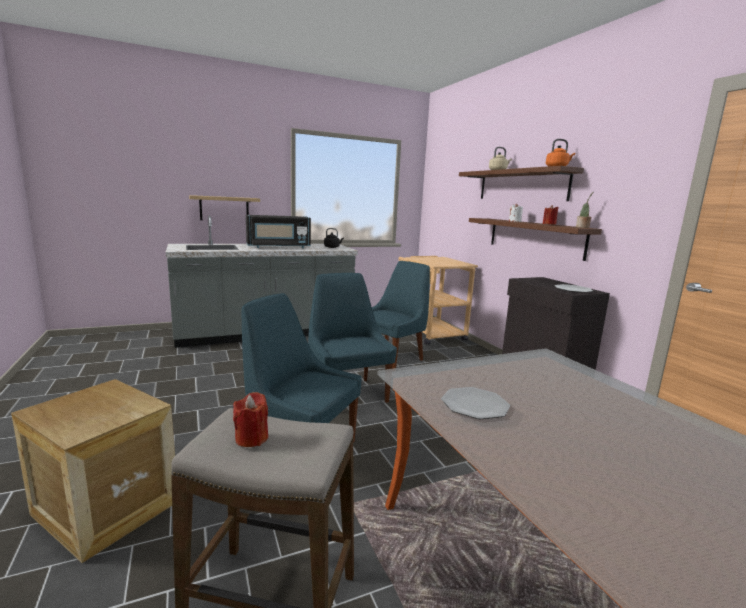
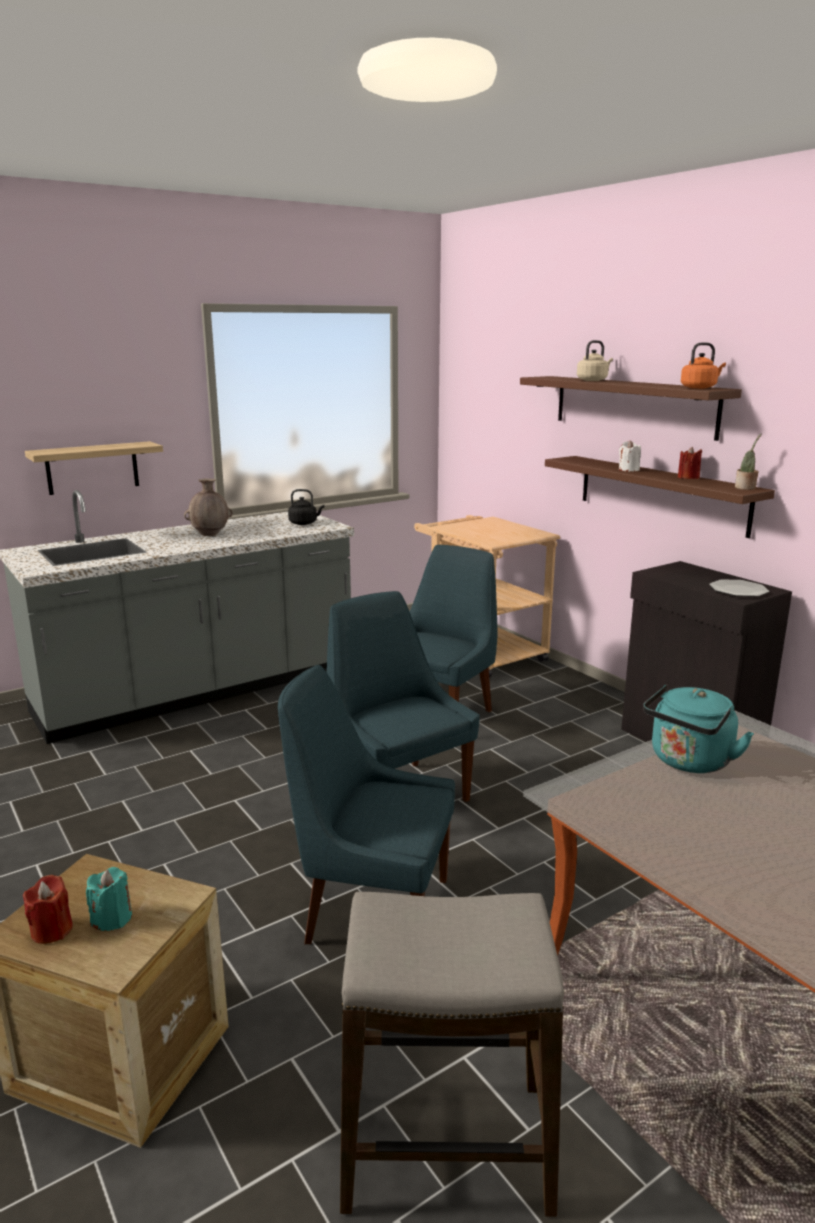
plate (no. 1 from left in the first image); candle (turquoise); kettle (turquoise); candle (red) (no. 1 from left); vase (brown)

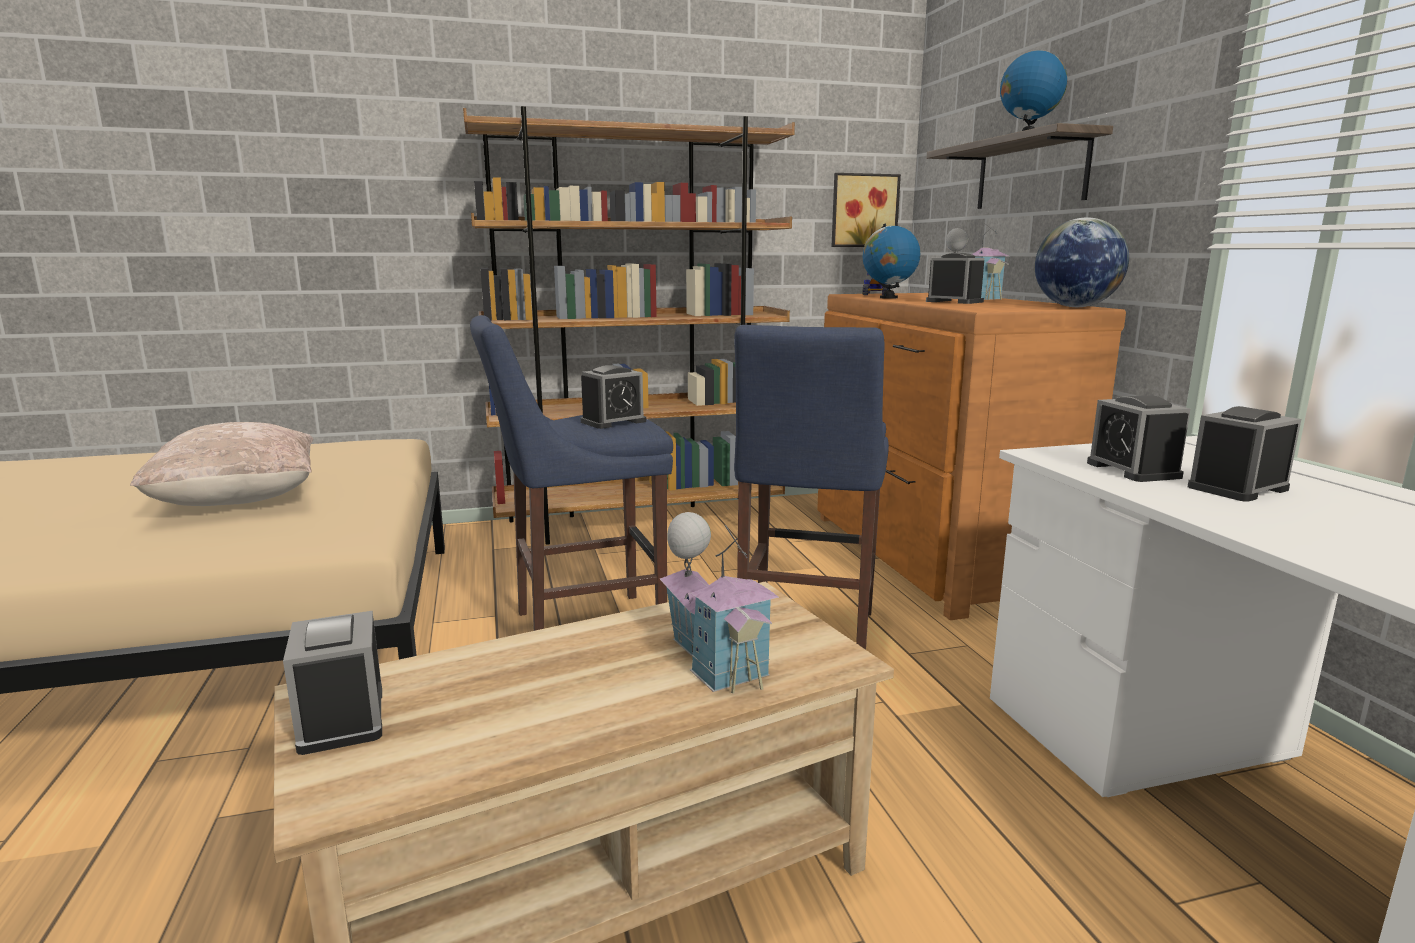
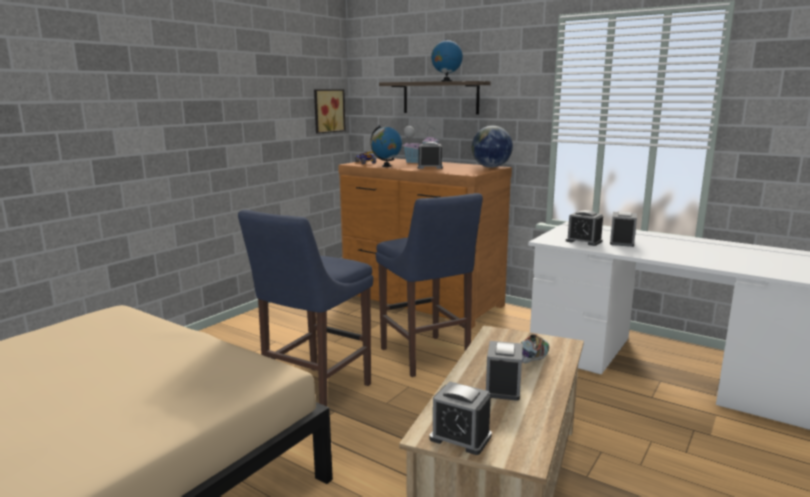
pillow (beige); bookcase (brown); alarm clock (no. 3 from left); shoe

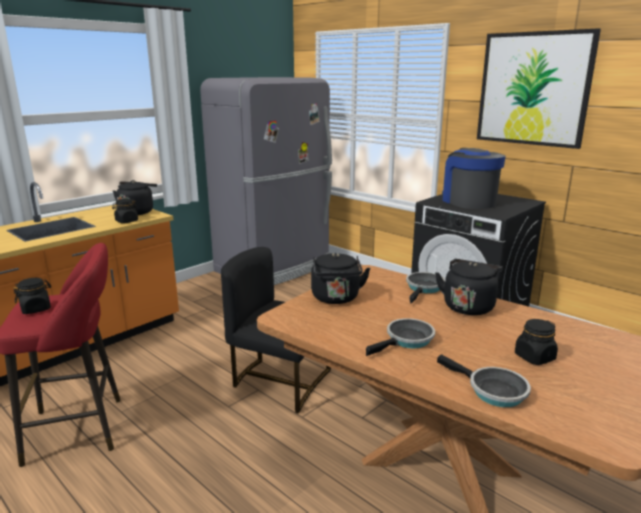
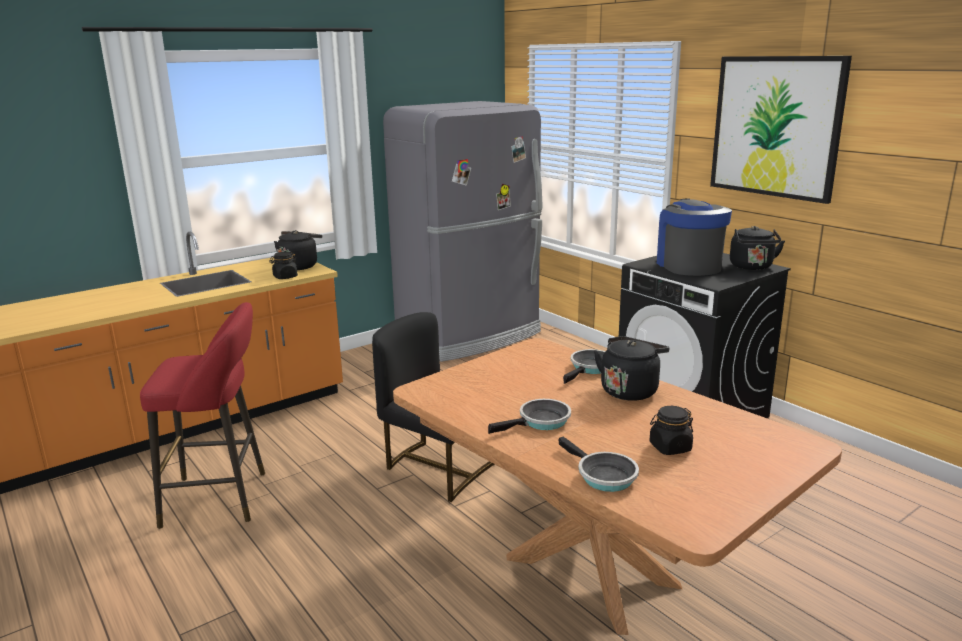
jar (black) (no. 1 from left in the first image); kettle (black) (no. 3 from left)

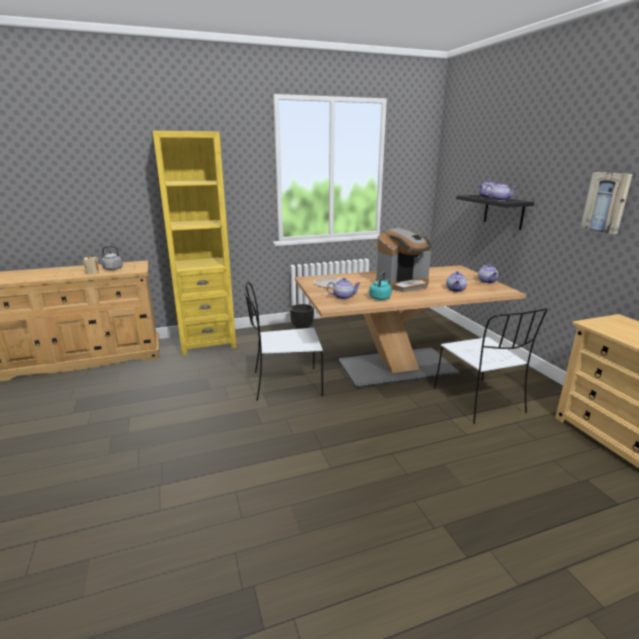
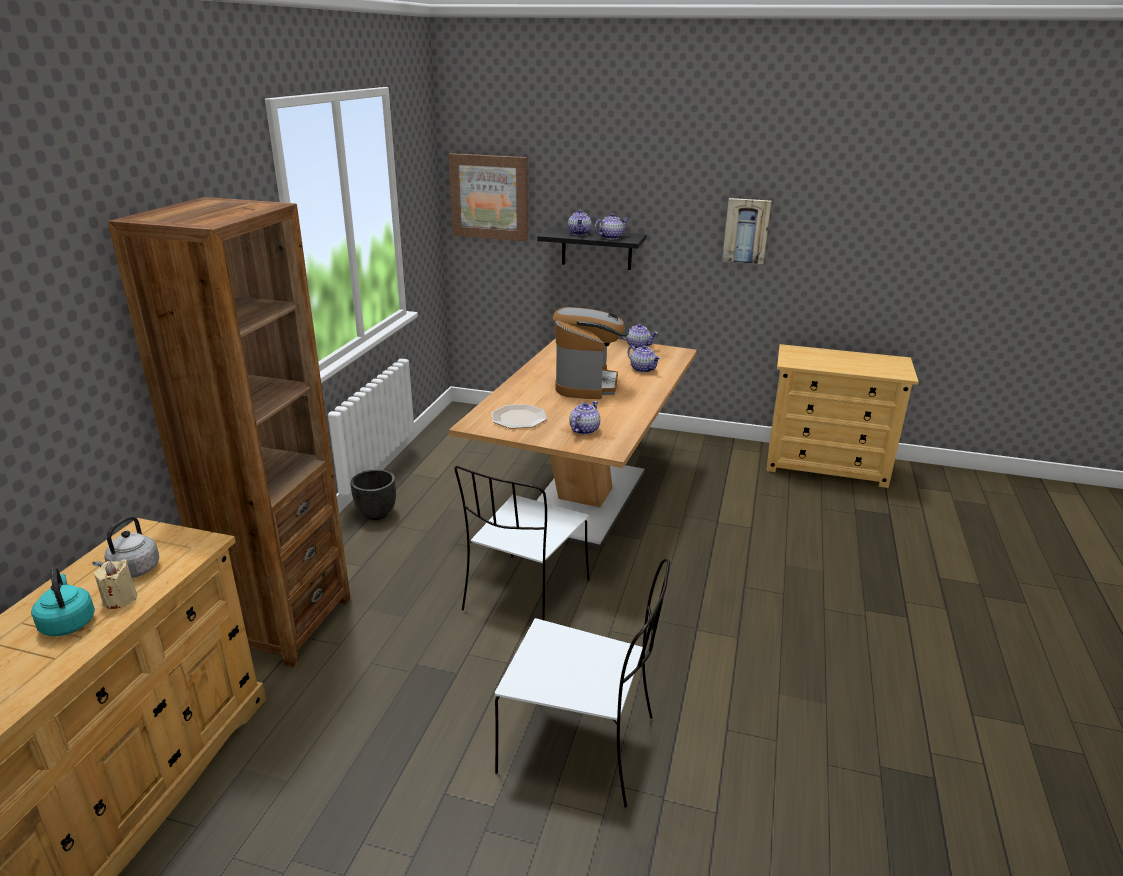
picture (no. 1 from left); kettle (turquoise); chair (white) (no. 2 from left); bookcase (brown)

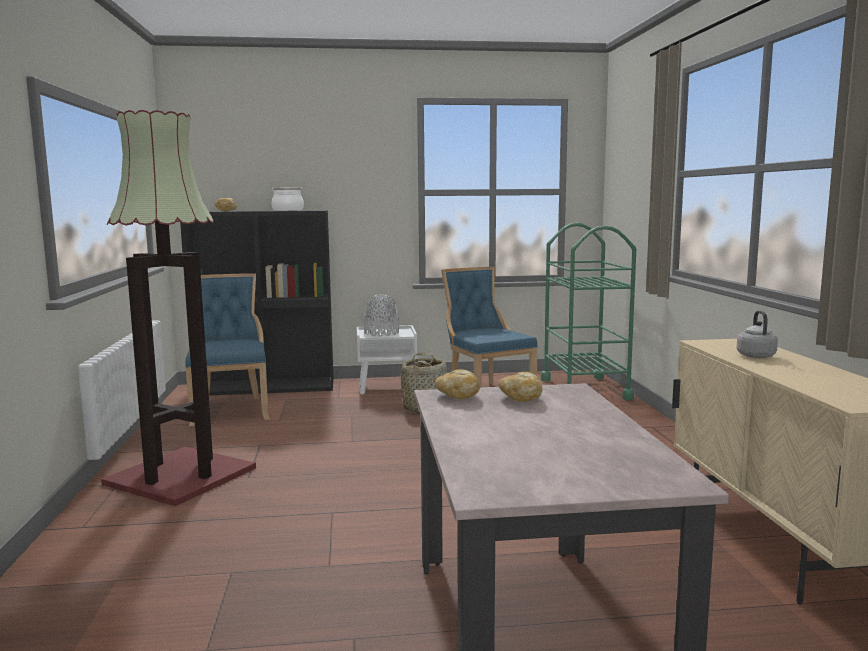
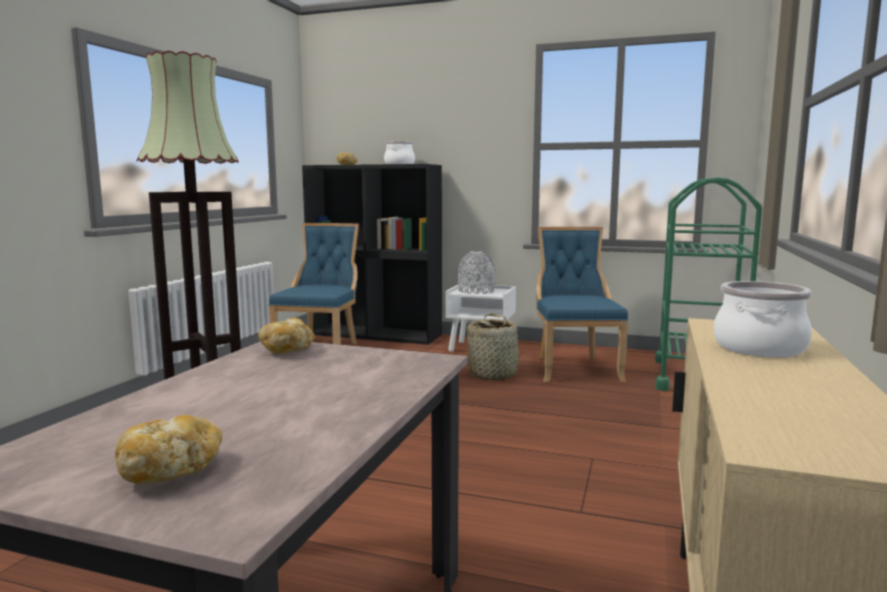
bread (no. 1 from left); cooking pot (no. 2 from left)

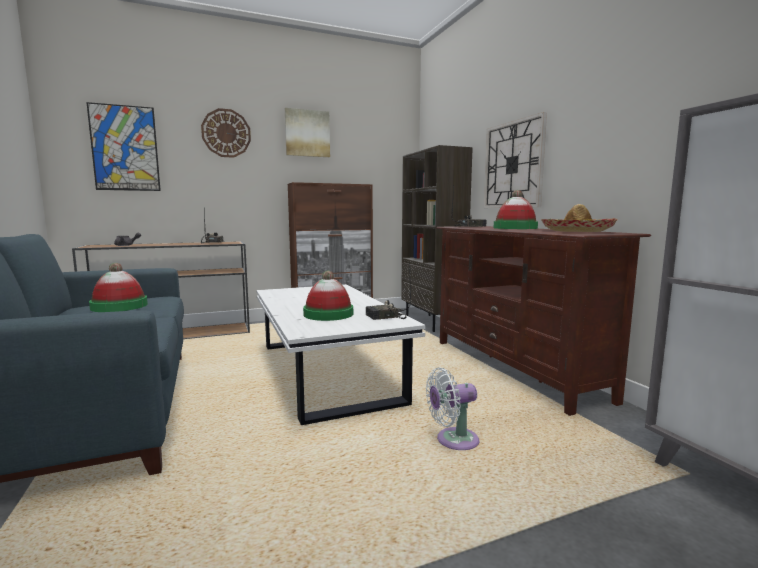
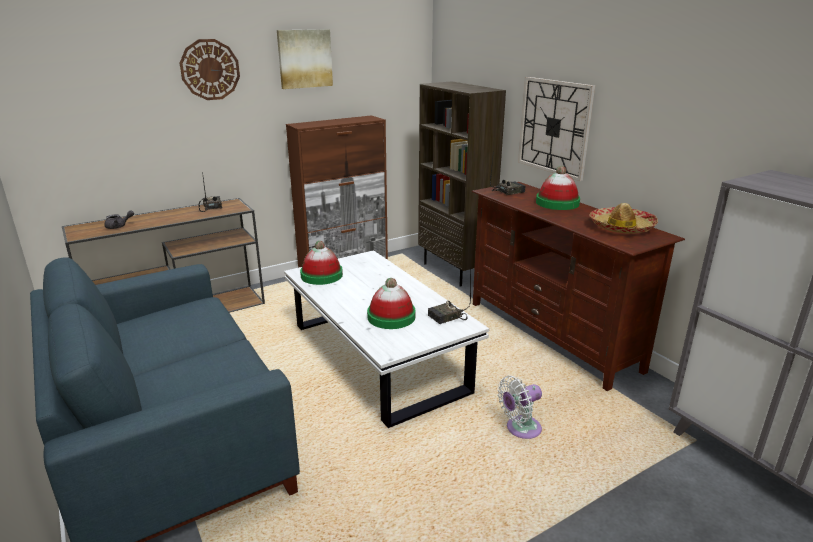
picture (no. 1 from left in the first image); hat (no. 1 from left)

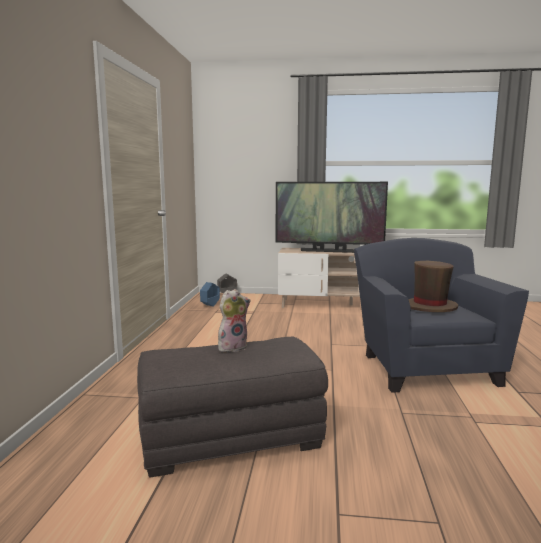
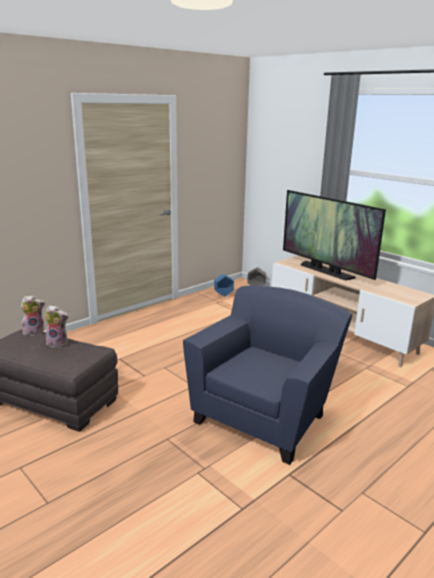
hat (brown); plush toy (no. 1 from left)

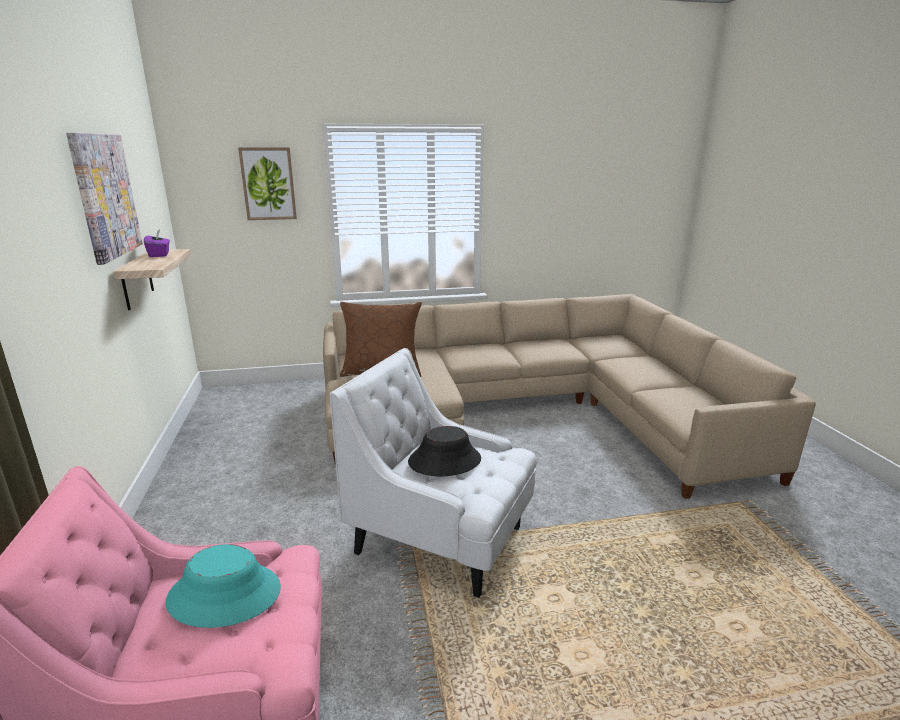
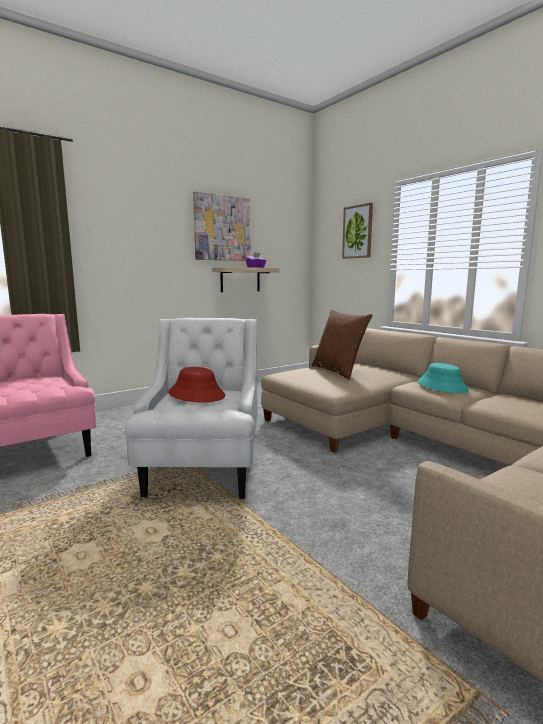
hat (turquoise); hat (red)

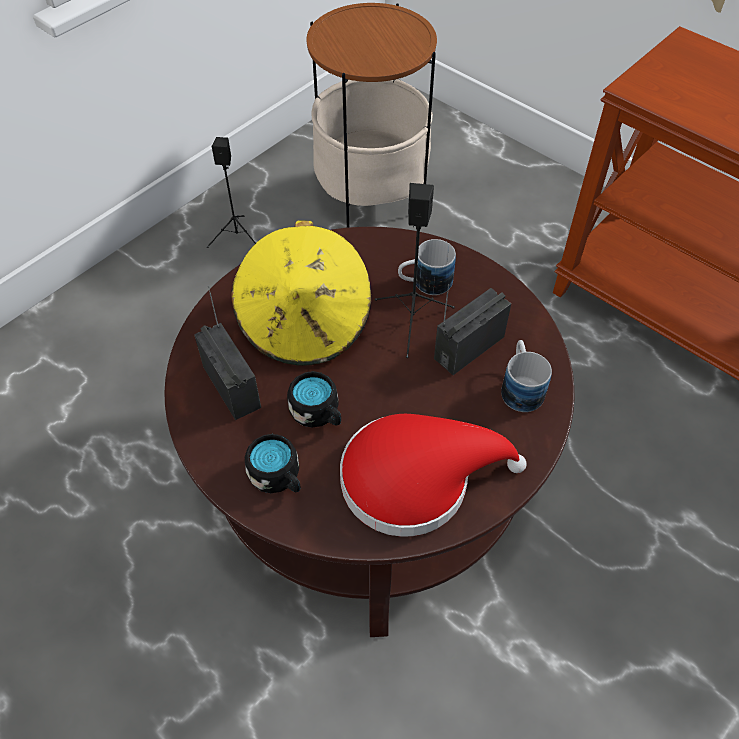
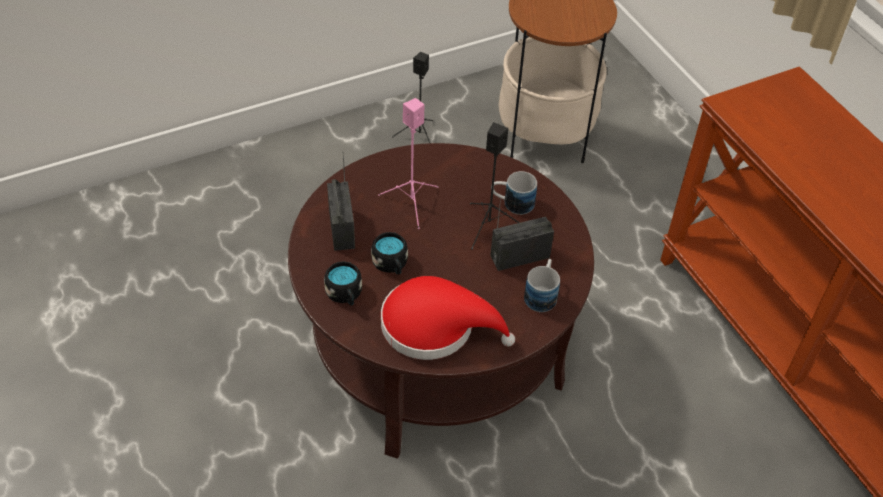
speaker (pink)

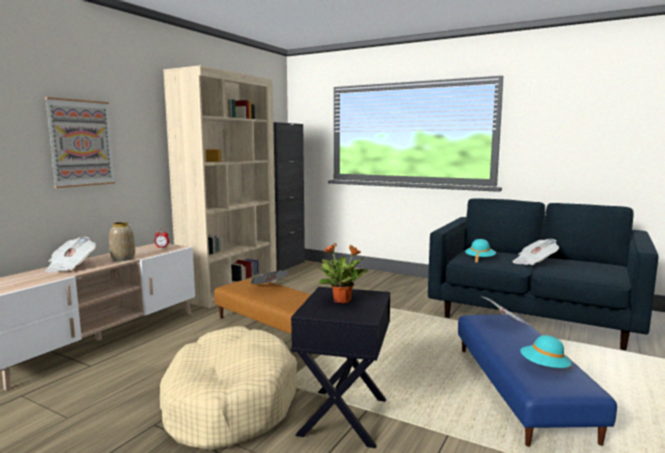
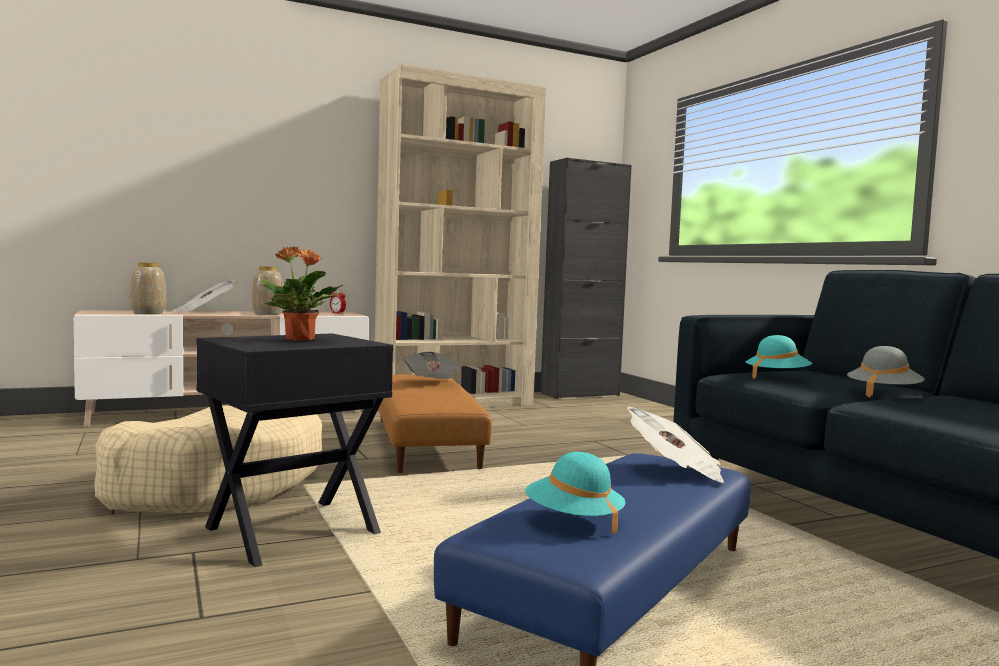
picture; vase (no. 1 from left); hat (grey)

